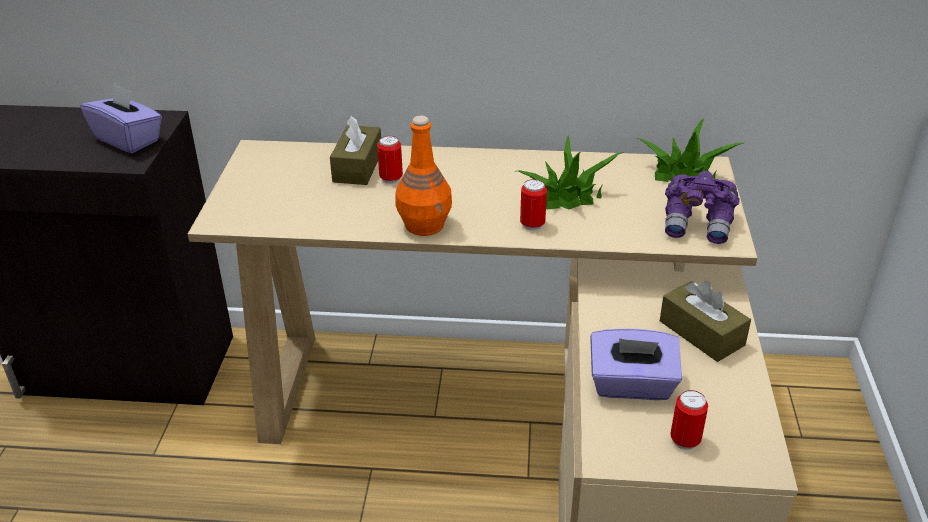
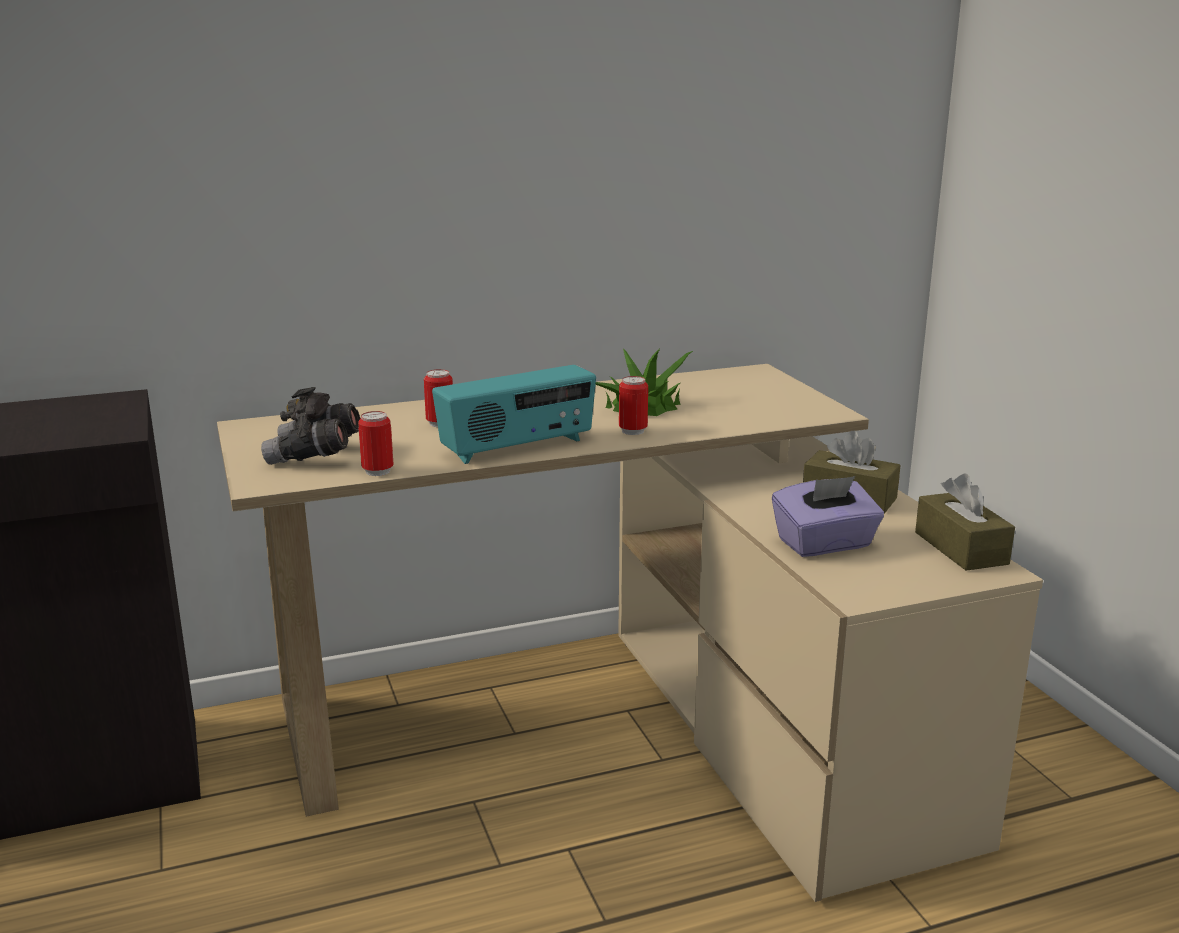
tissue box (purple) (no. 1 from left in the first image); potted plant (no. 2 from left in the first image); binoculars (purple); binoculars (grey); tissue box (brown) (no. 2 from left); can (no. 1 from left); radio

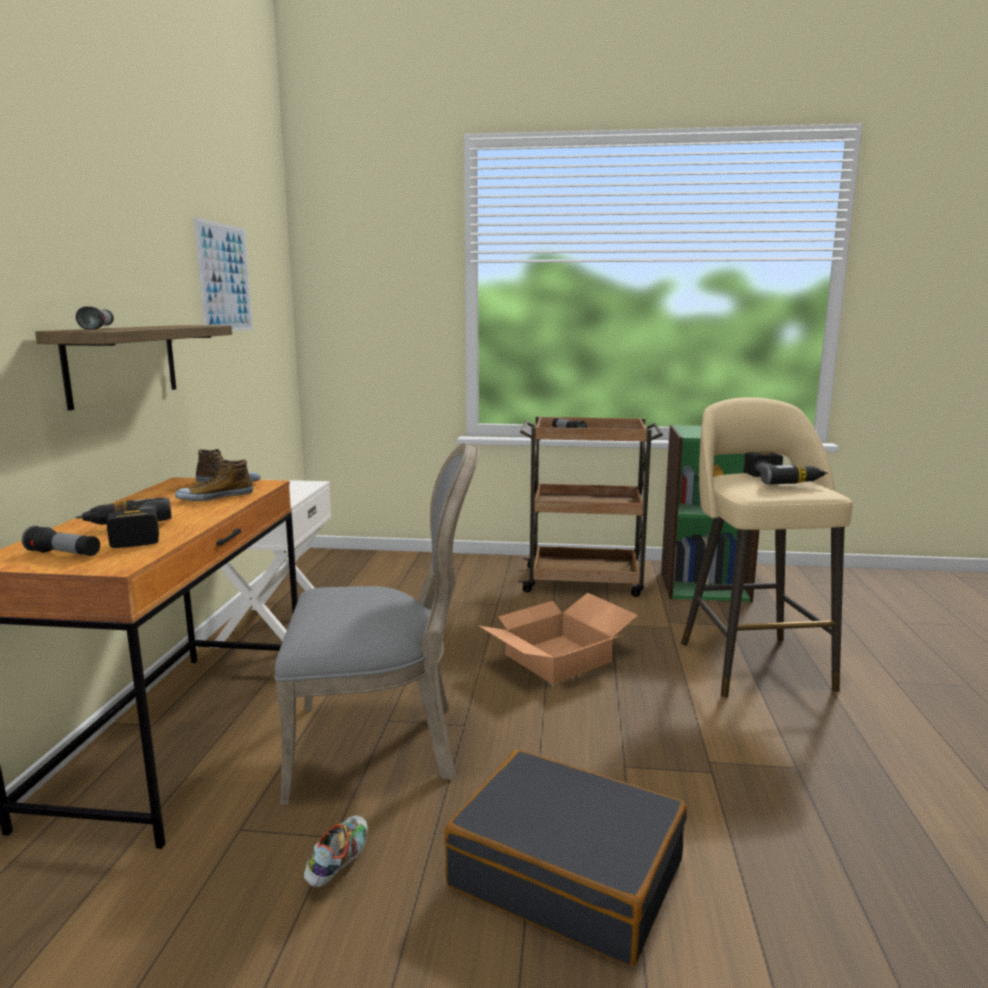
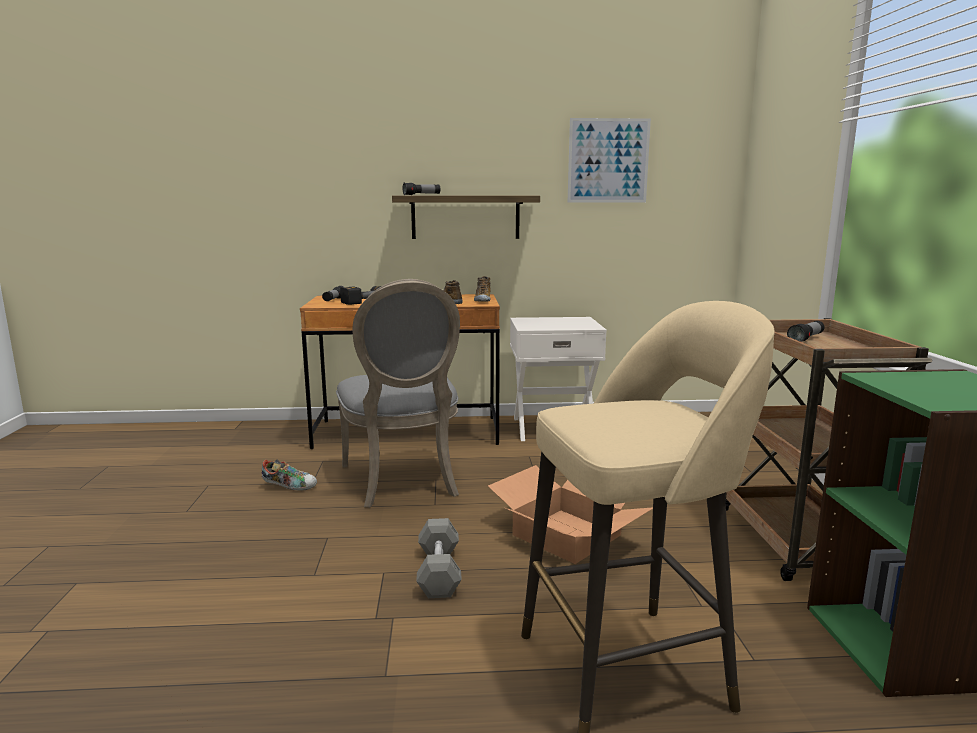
suitcase (black); power drill (no. 2 from left in the first image); dumbbell (grey)

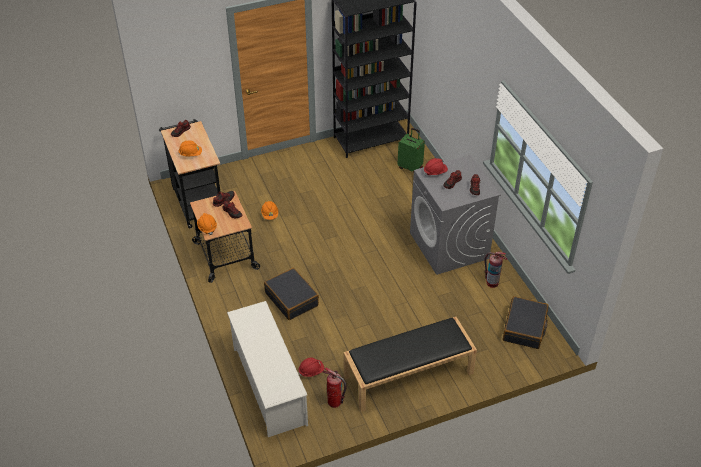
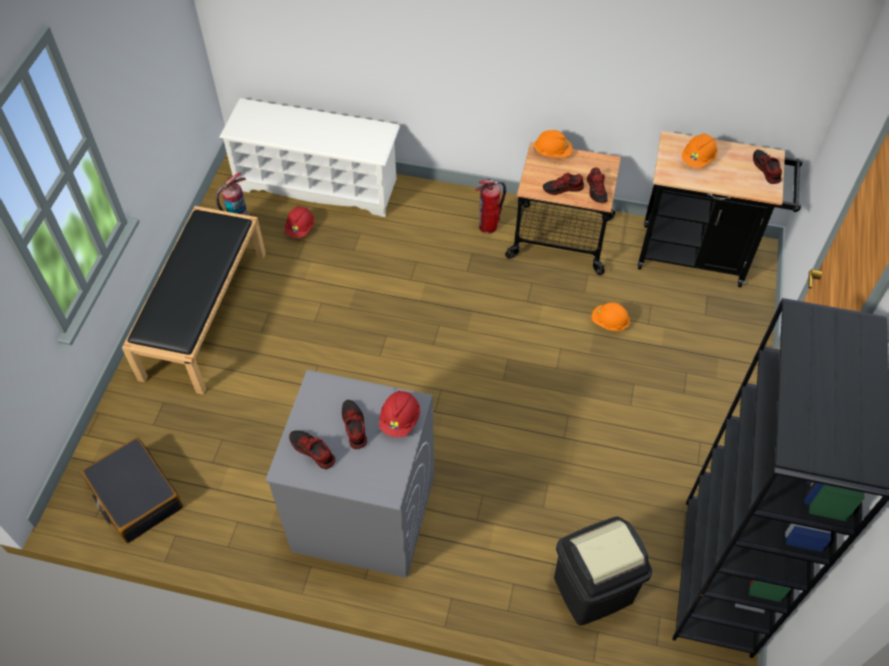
suitcase (black) (no. 1 from left in the first image); fire extinguisher (no. 2 from left); trash can (black)

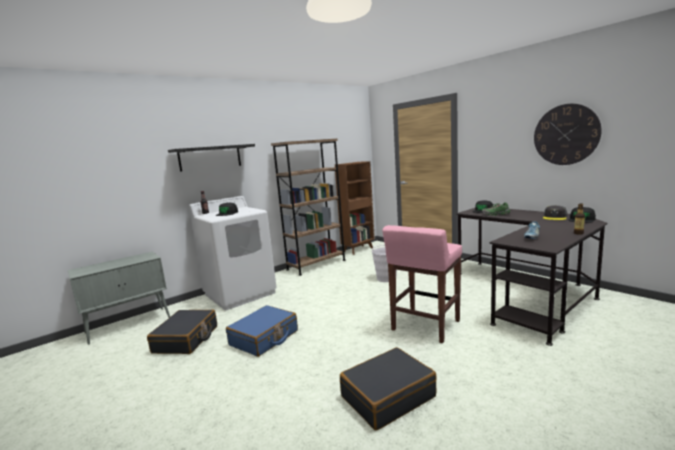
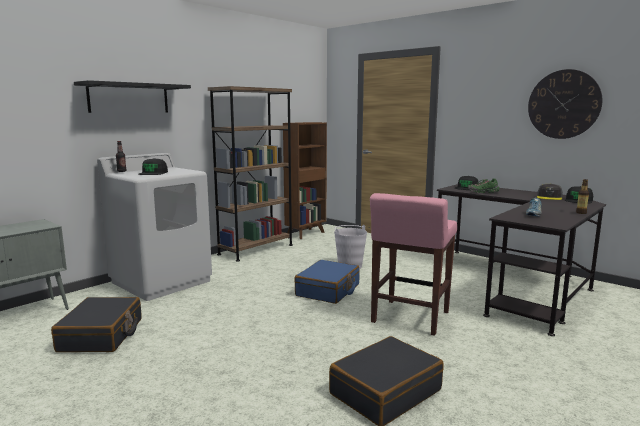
suitcase (blue)

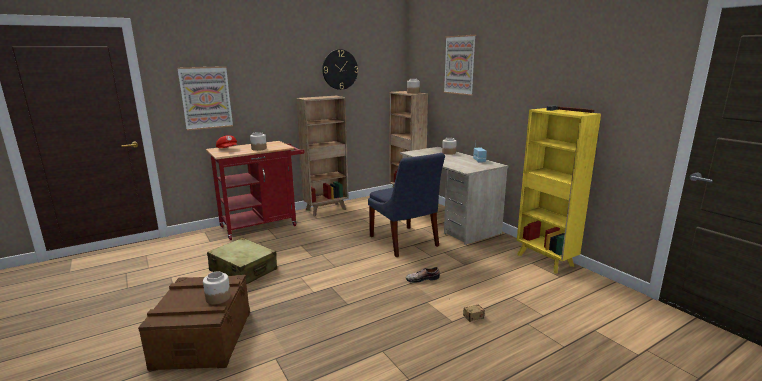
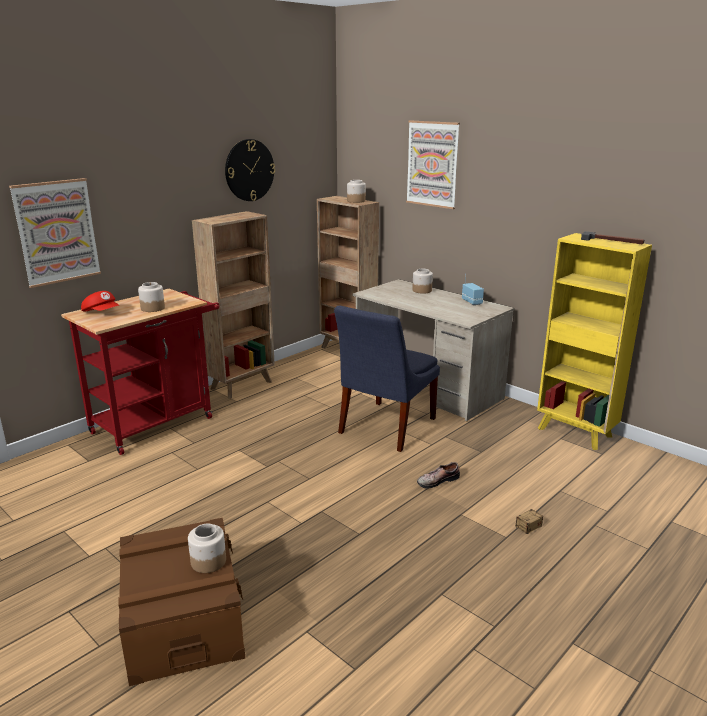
suitcase (beige); chair (blue)

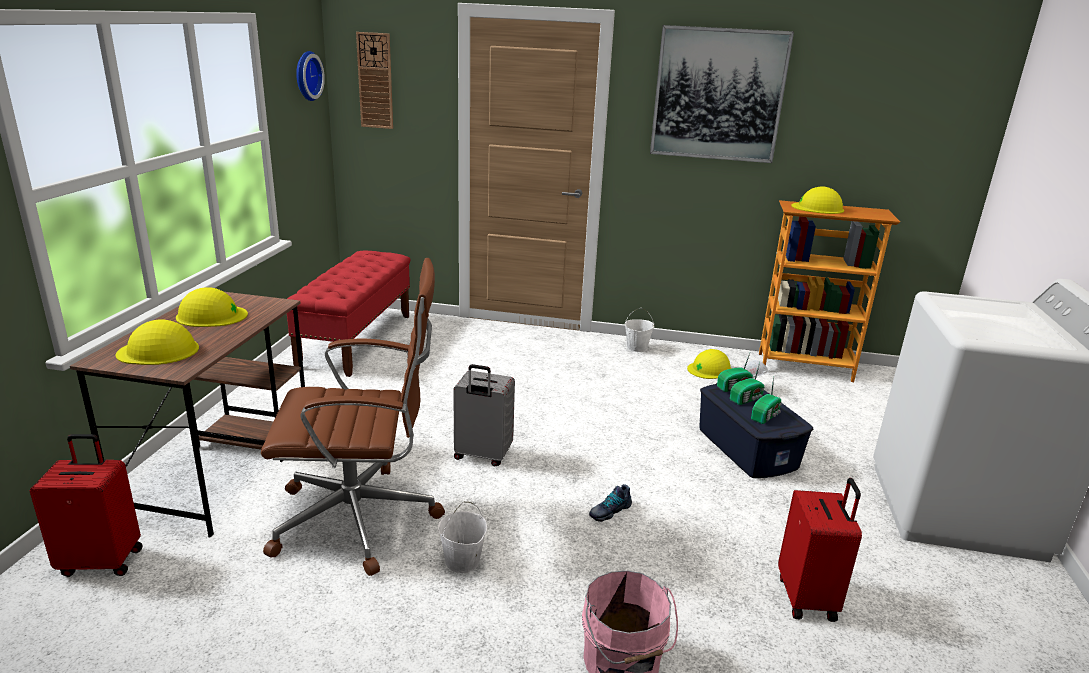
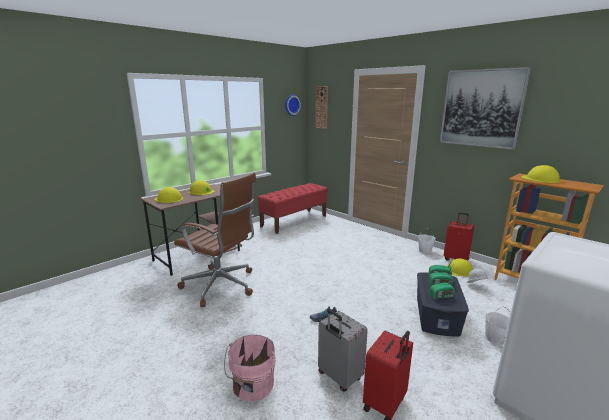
suitcase (red) (no. 2 from left); bucket (white) (no. 2 from left); suitcase (grey)

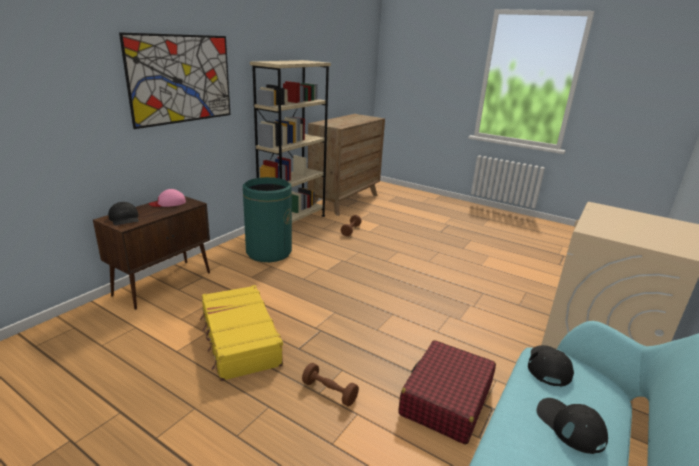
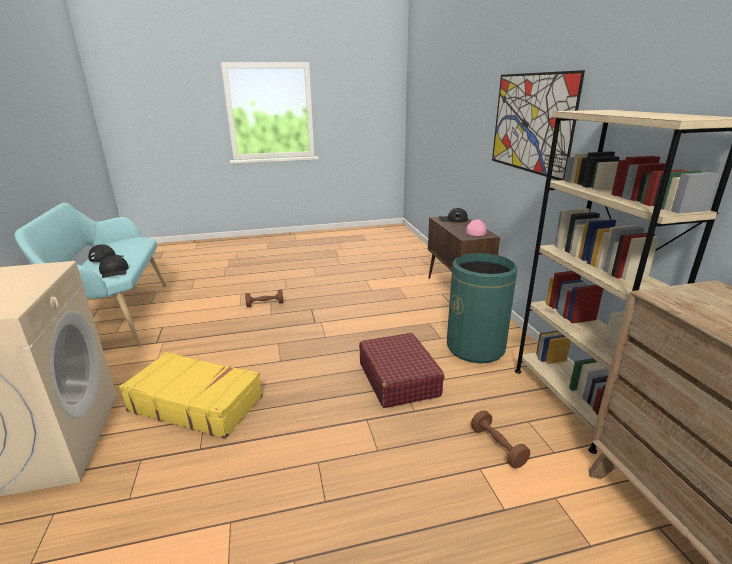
suitcase (yellow); suitcase (red)

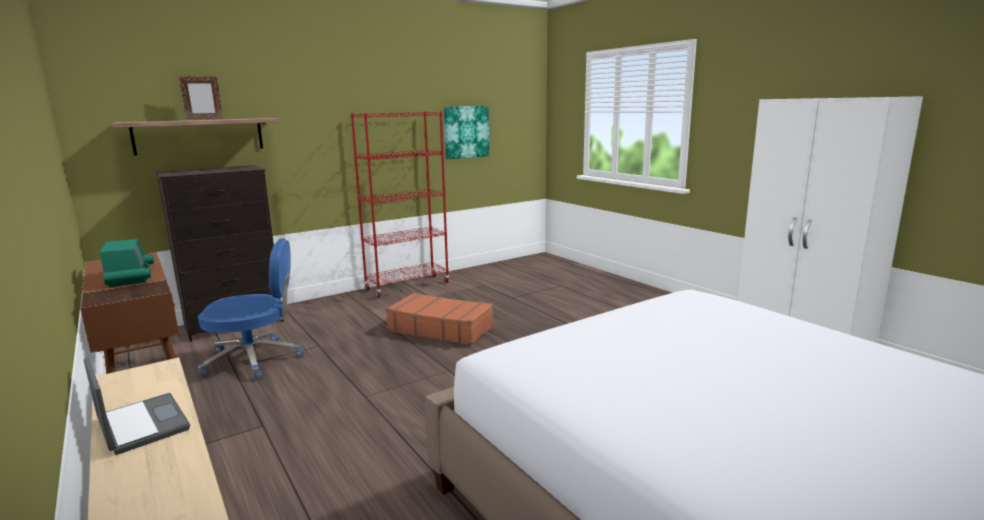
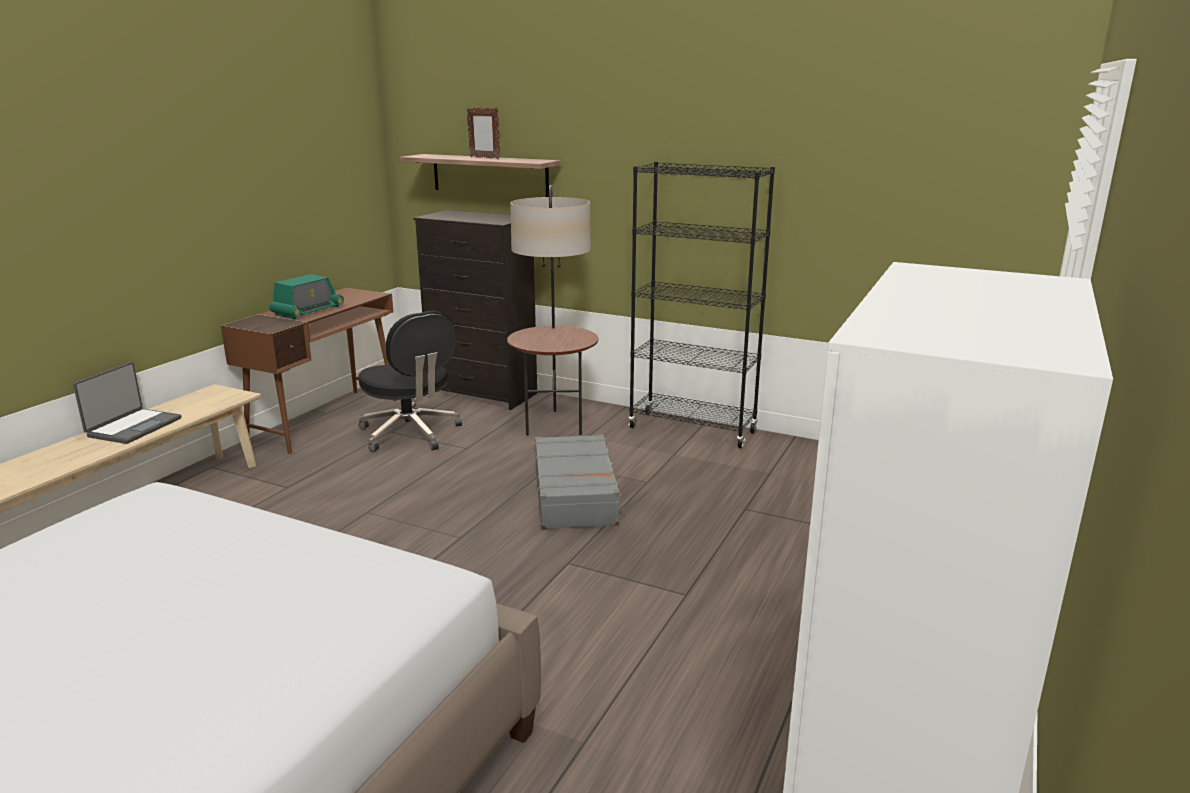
picture; floor lamp; office chair (black); bookcase (black); suitcase (grey)

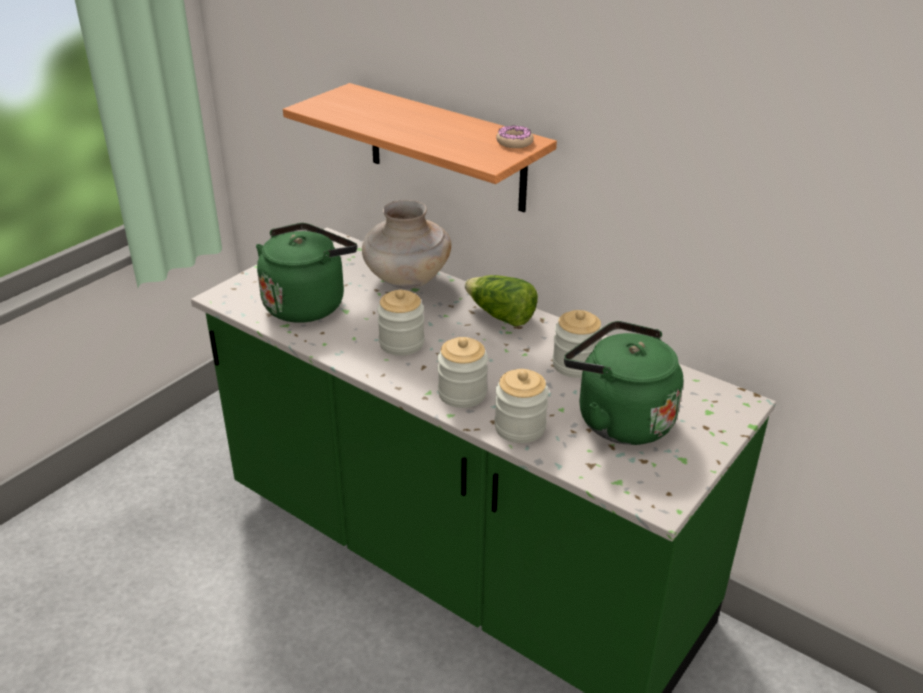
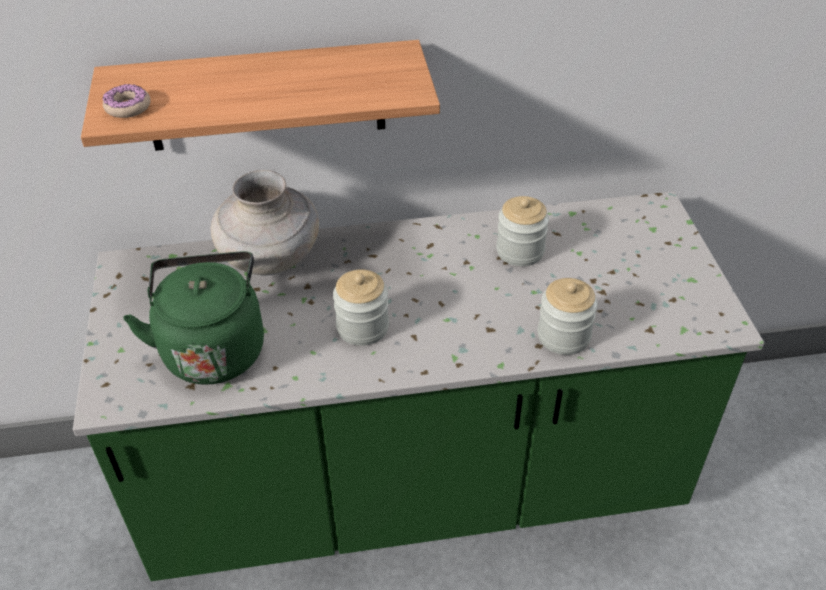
jar (no. 2 from left in the first image); lettuce; kettle (green) (no. 2 from left in the first image); donut

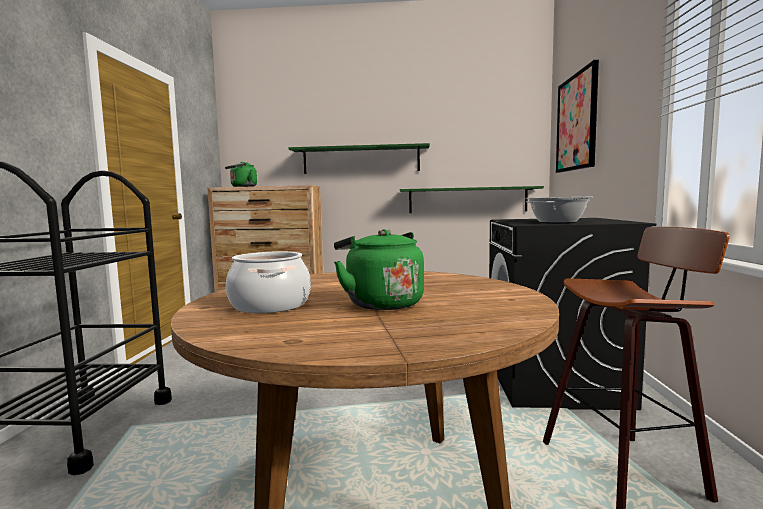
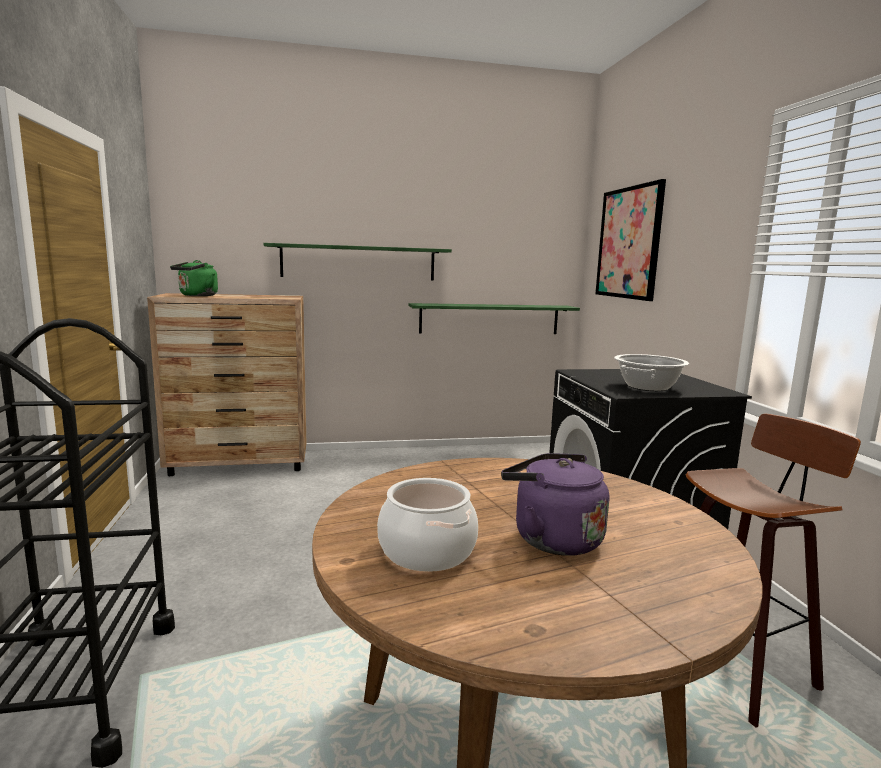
kettle (purple)

